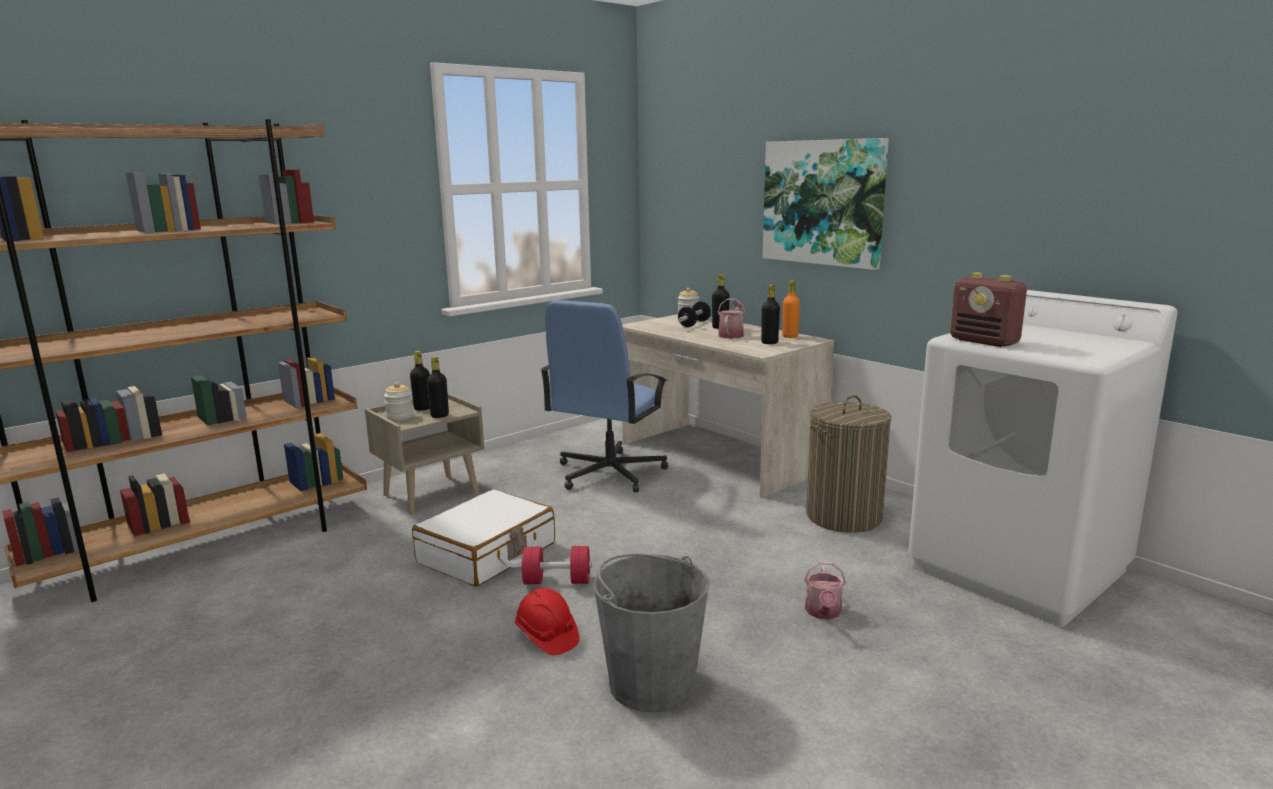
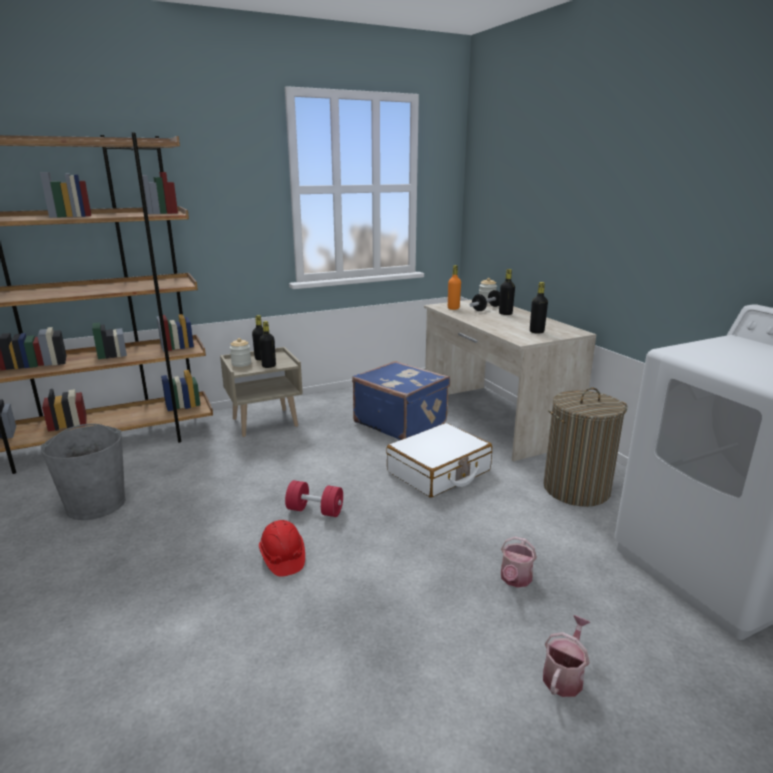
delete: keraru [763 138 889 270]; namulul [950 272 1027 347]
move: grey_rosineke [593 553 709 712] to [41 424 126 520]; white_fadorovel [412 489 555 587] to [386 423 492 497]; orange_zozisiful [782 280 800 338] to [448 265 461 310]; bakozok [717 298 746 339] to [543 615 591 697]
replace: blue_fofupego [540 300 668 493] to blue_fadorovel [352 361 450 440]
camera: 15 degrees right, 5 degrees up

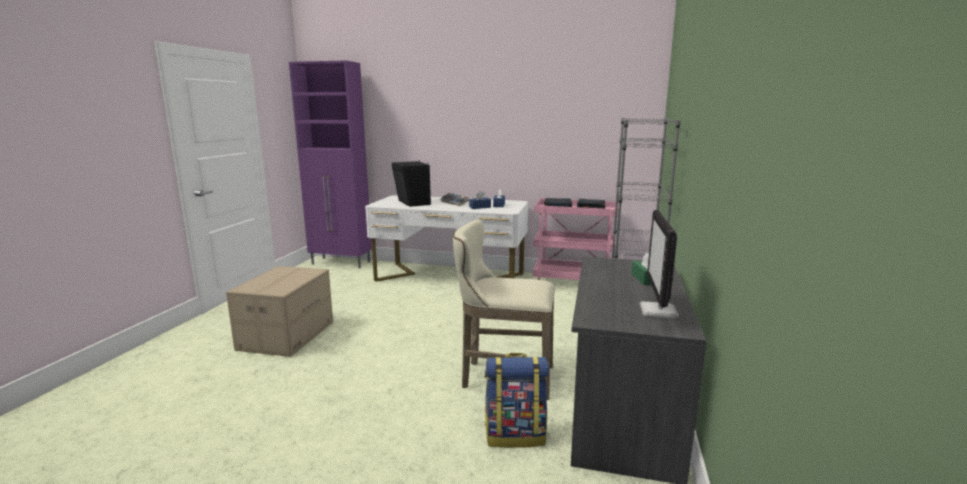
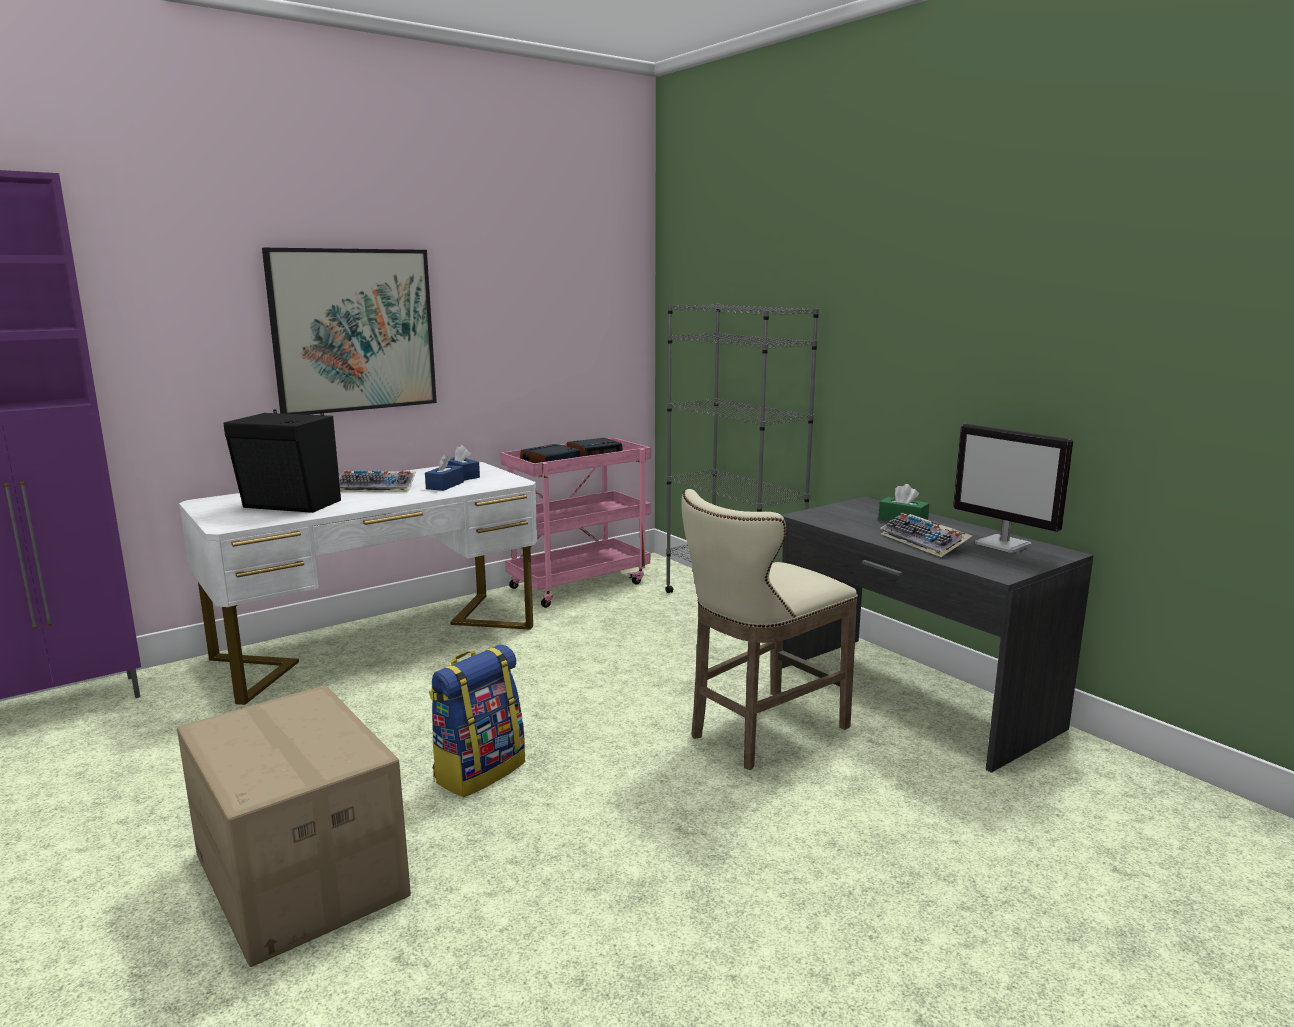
insert: keraru [262 248 437 415]; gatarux [881 513 972 557]
move: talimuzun [485 353 549 448] to [429 645 525 797]
camera: 50 degrees left, 0 degrees up

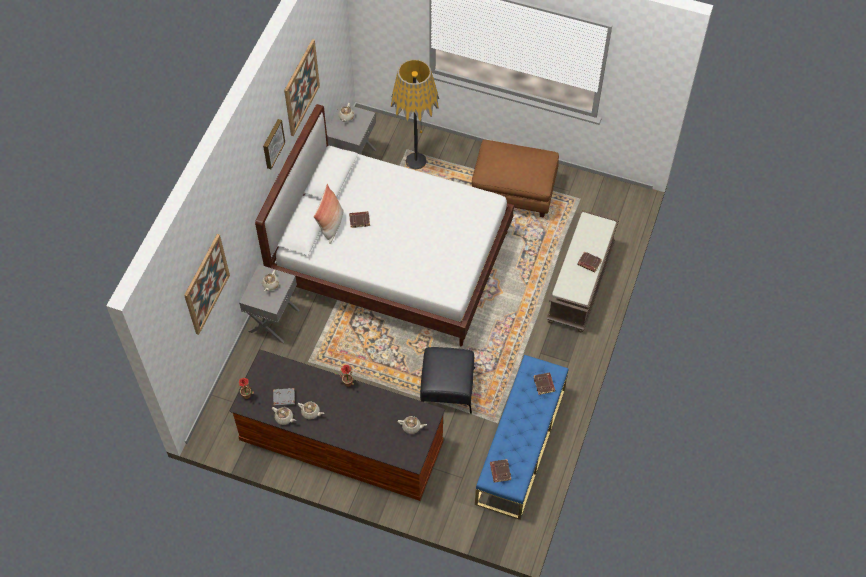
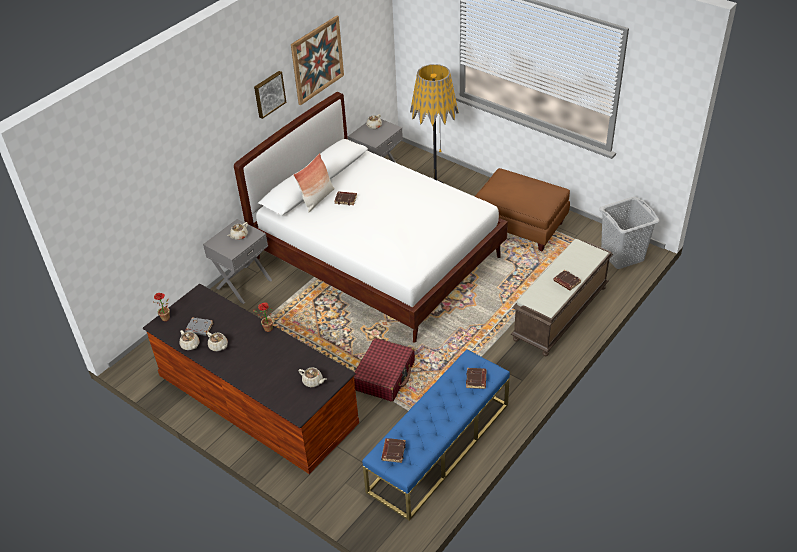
delete: keraru [184 234 230 335]
insert: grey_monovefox [599 197 660 269]
replace: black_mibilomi [420 347 475 414] to red_fadorovel [354 338 415 402]
camera: 20 degrees right, 15 degrees down

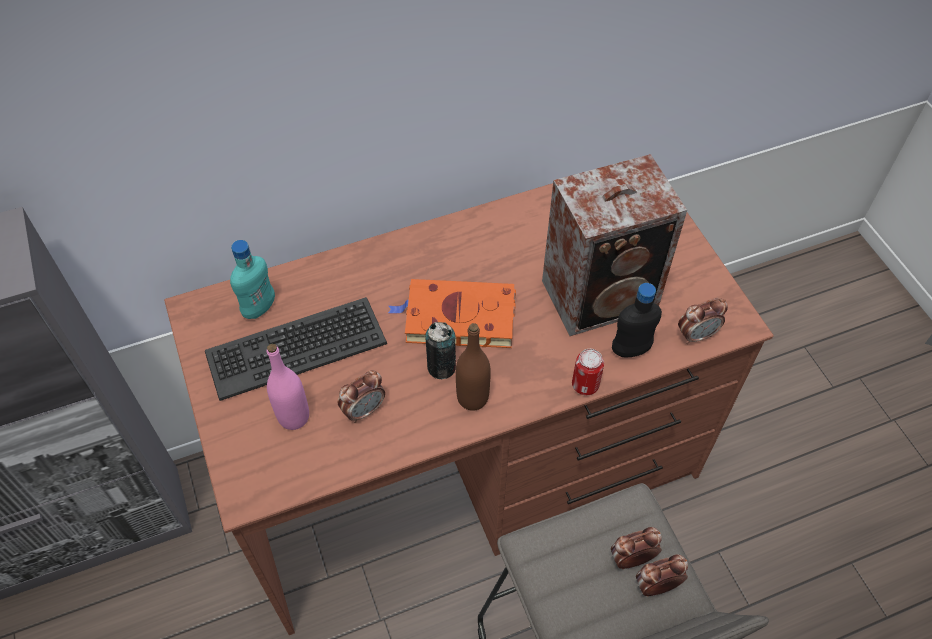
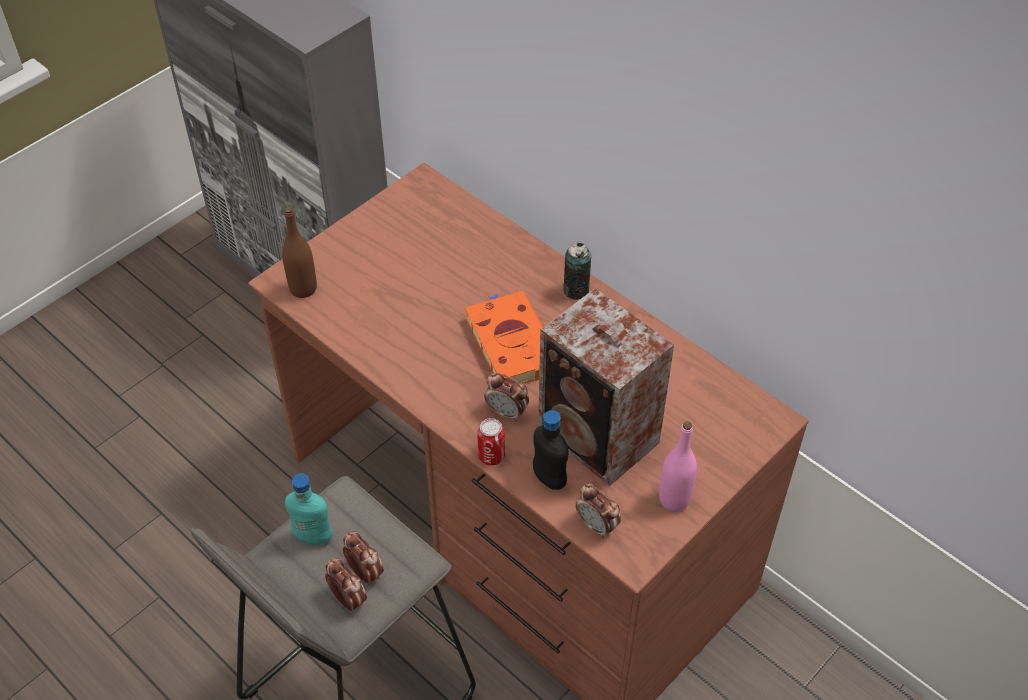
delete: gatarux [205 297 387 401]
move: brown_zozisiful [456 323 491 411] to [282 207 317 298]; turquoise_zozisiful [230 240 275 319] to [285 474 333 545]; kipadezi [338 370 385 423] to [484 373 529 422]; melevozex [425 322 456 379] to [564 243 591 300]; pink_zozisiful [267 343 309 430] to [659 421 697 511]
camera: 65 degrees right, 5 degrees down

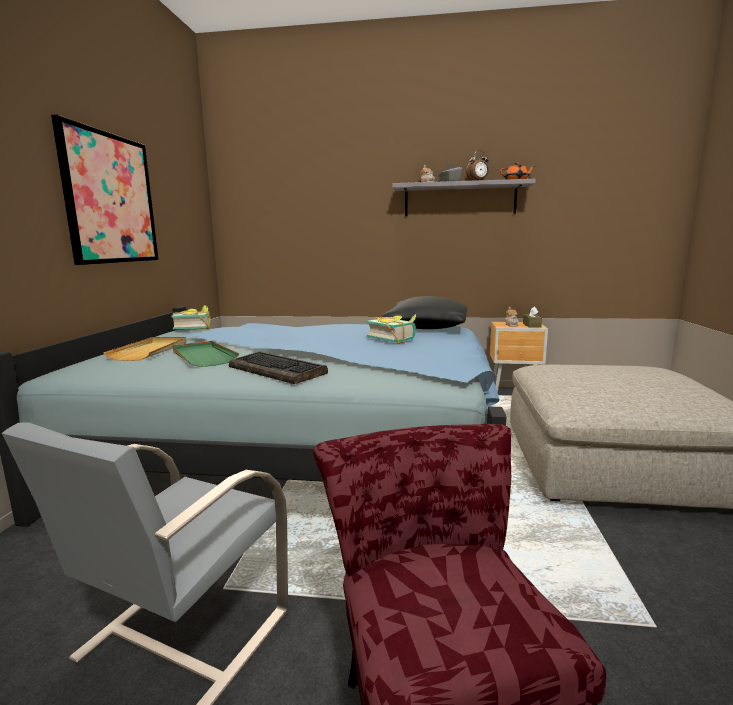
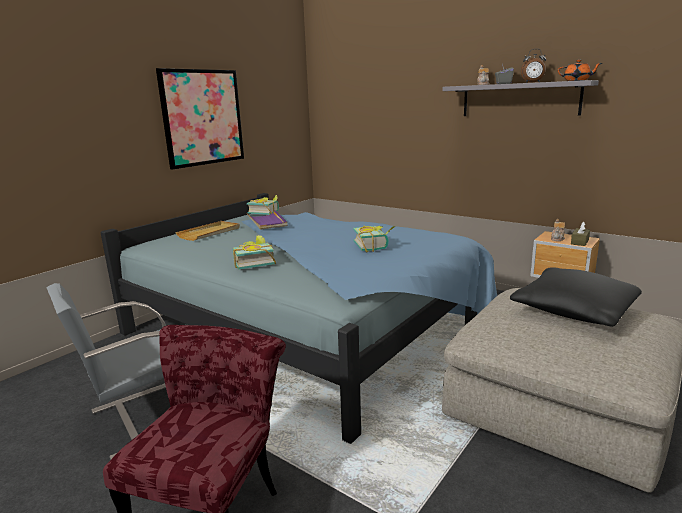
delete: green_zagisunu [172 341 239 367]
insert: purple_zagisunu [246 210 287 230]
move: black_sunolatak [381 296 468 329] to [510 267 642 327]
replace: gatarux [229 352 328 384] to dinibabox [233 235 276 269]
camera: 30 degrees right, 5 degrees up

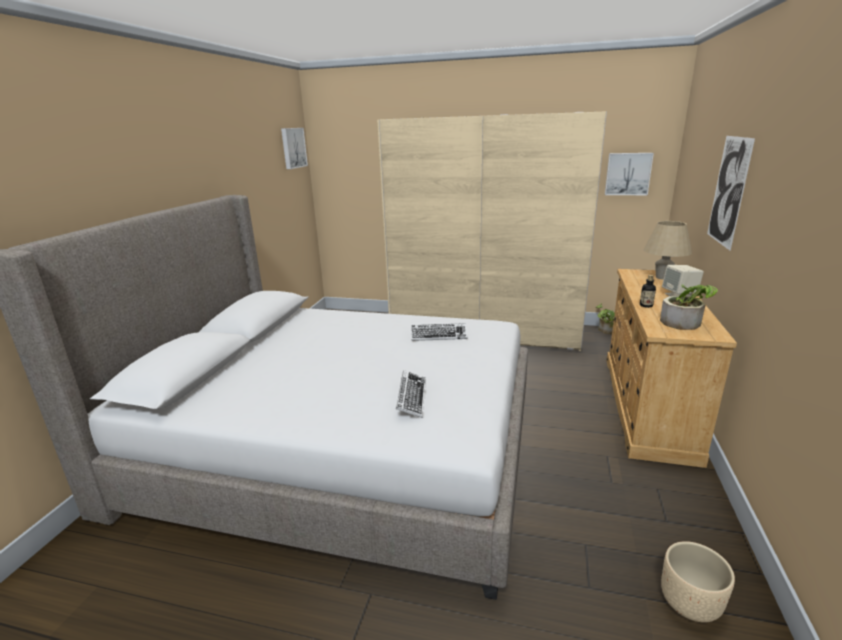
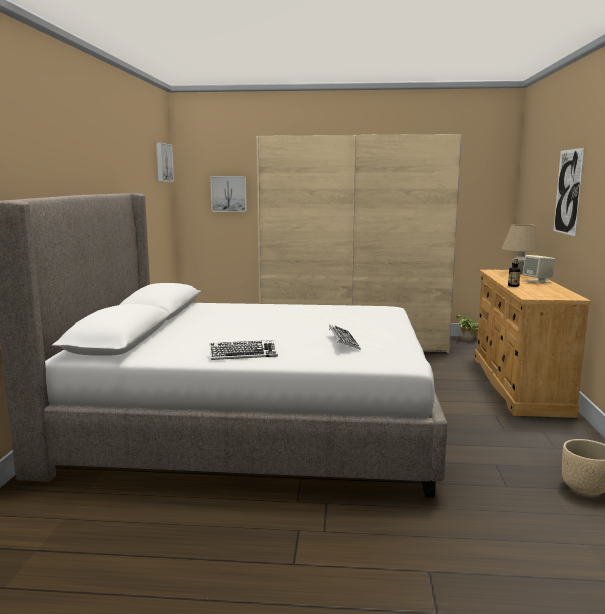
delete: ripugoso [660 284 718 330]
move: gatarux [411 323 468 341] to [210 340 278 360]; keraru [605 153 654 195] to [211 176 247 212]
camera: 10 degrees left, 10 degrees down

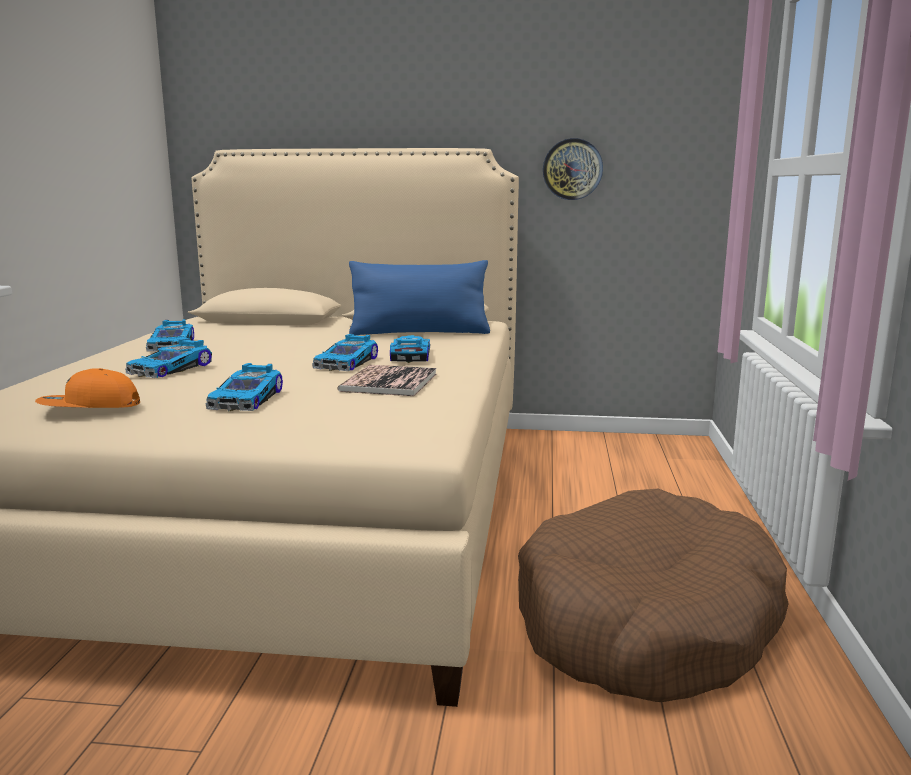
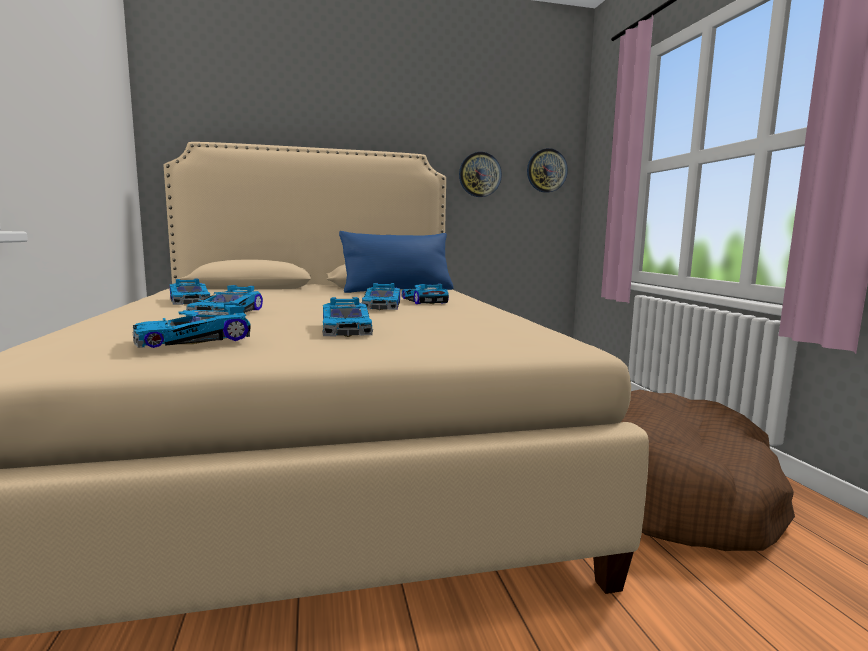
delete: dinibabox [338 365 437 396]
insert: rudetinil [527 148 568 193]
replace: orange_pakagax [35 368 140 408] to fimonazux [132 303 251 348]
camera: 20 degrees left, 5 degrees down

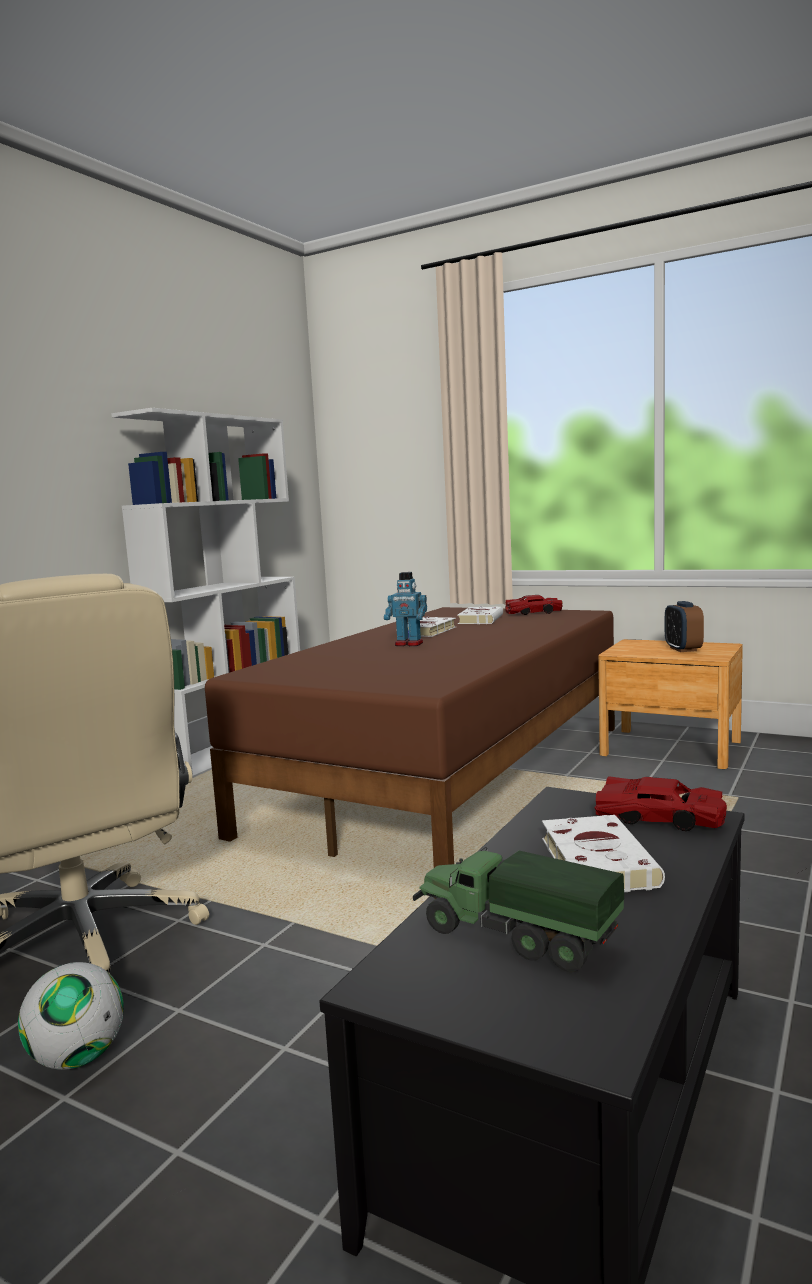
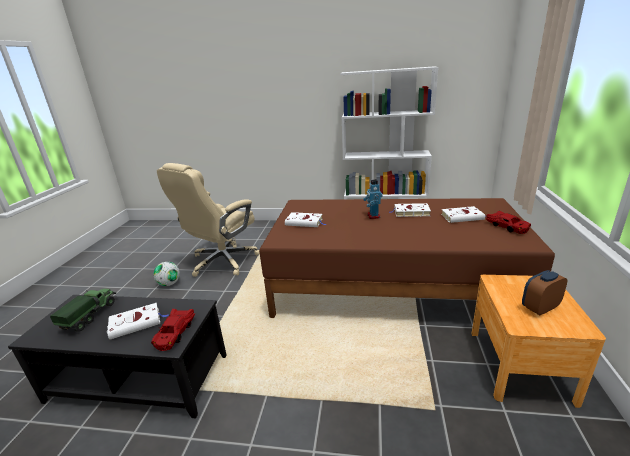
insert: white_dinibabox [285 212 326 227]
camera: 70 degrees right, 15 degrees up

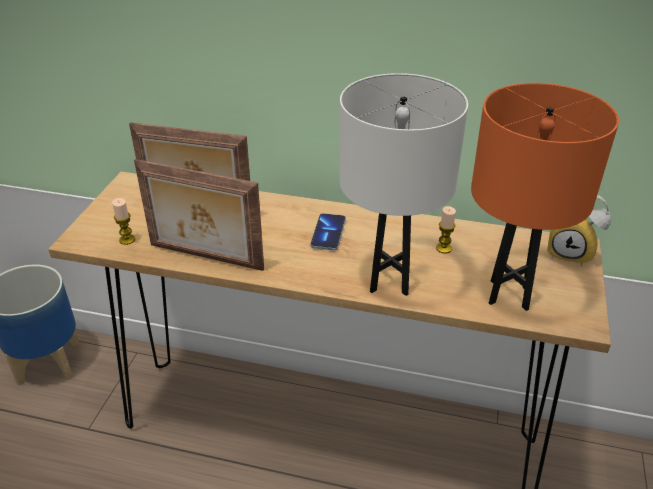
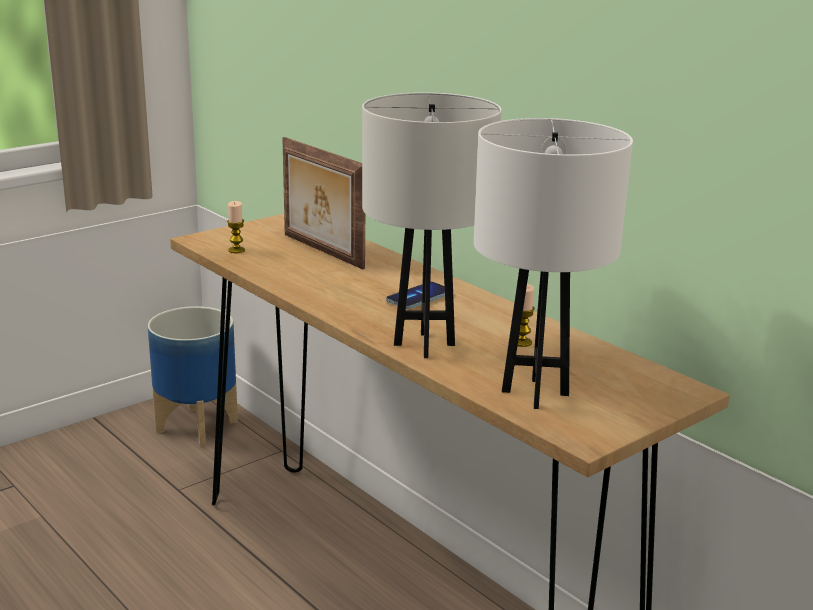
delete: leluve [134 159 264 271]; kipadezi [547 195 611 266]
recolor: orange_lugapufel [471 83 619 311] to white_lugapufel [474 118 633 409]
camera: 35 degrees right, 15 degrees down

